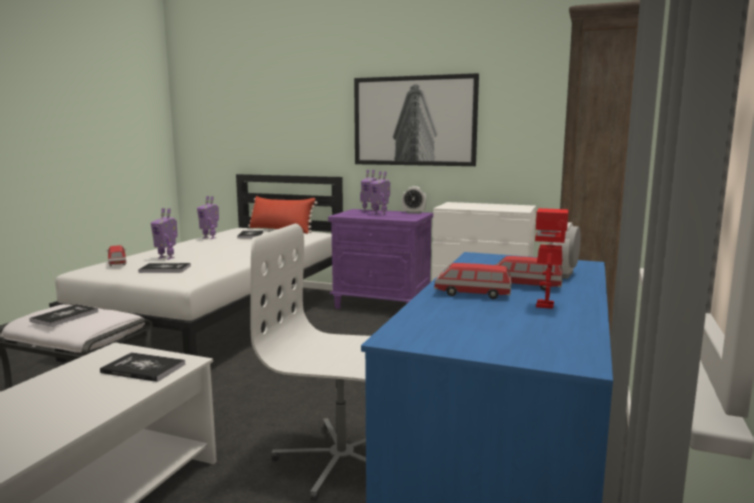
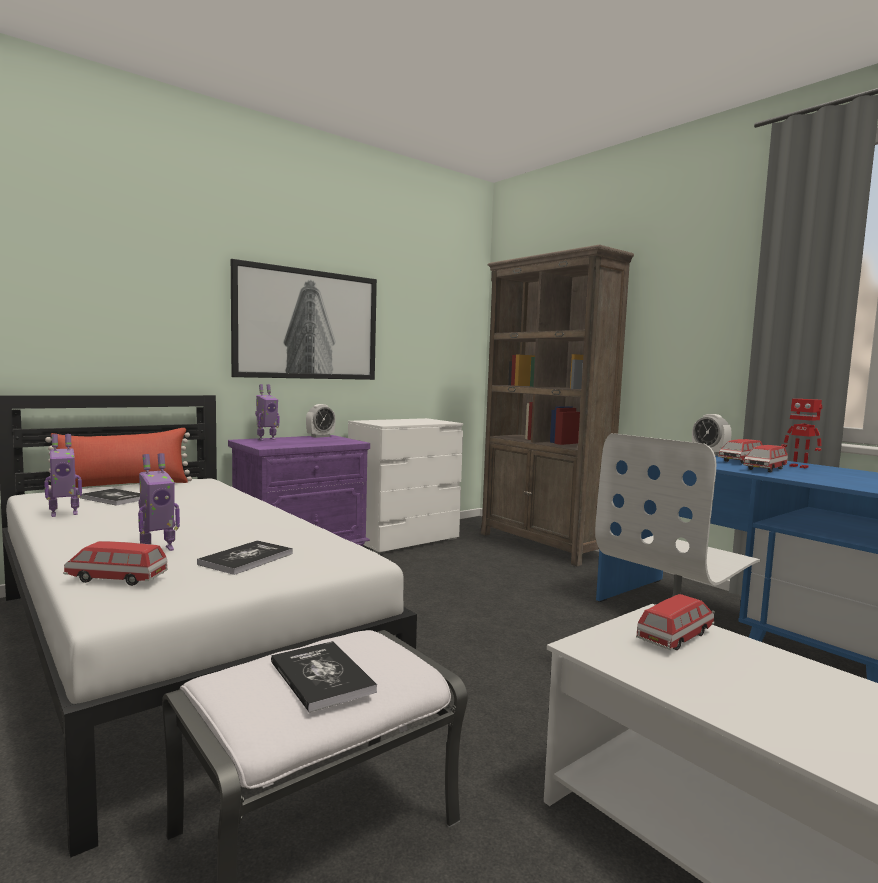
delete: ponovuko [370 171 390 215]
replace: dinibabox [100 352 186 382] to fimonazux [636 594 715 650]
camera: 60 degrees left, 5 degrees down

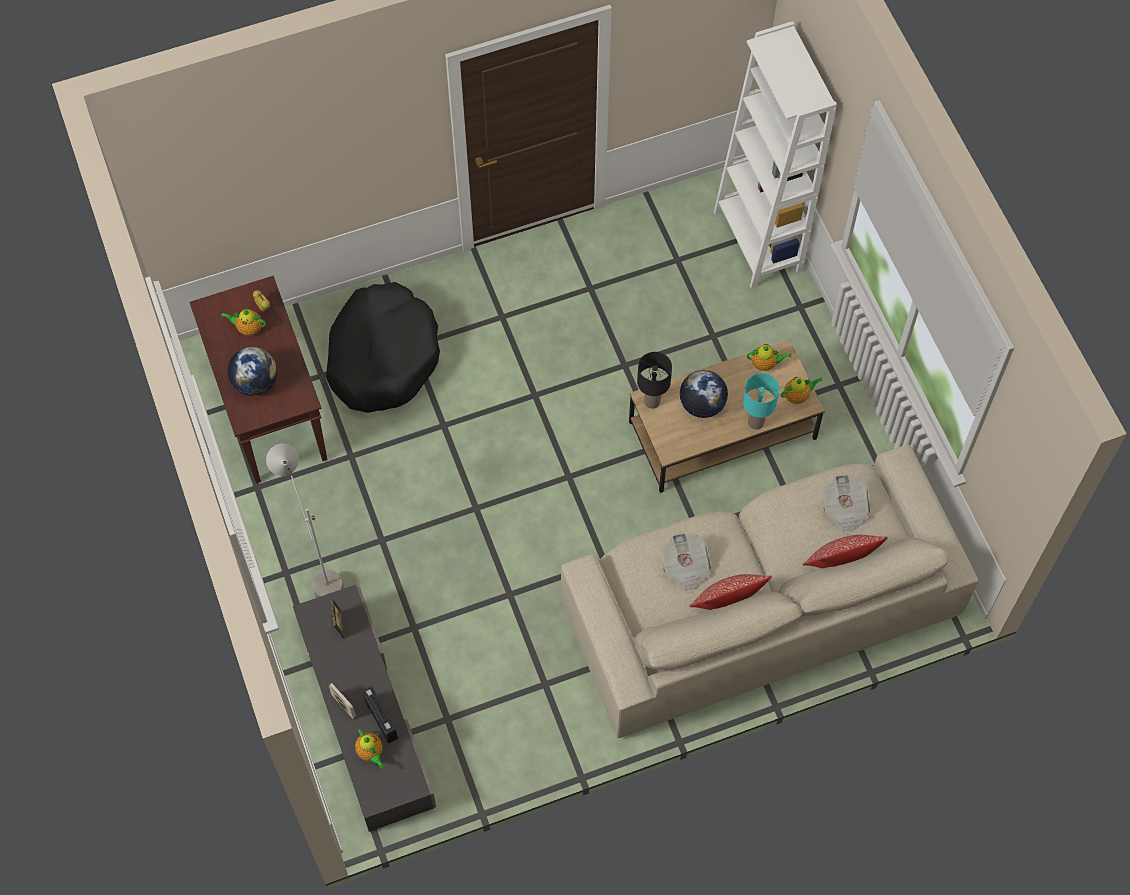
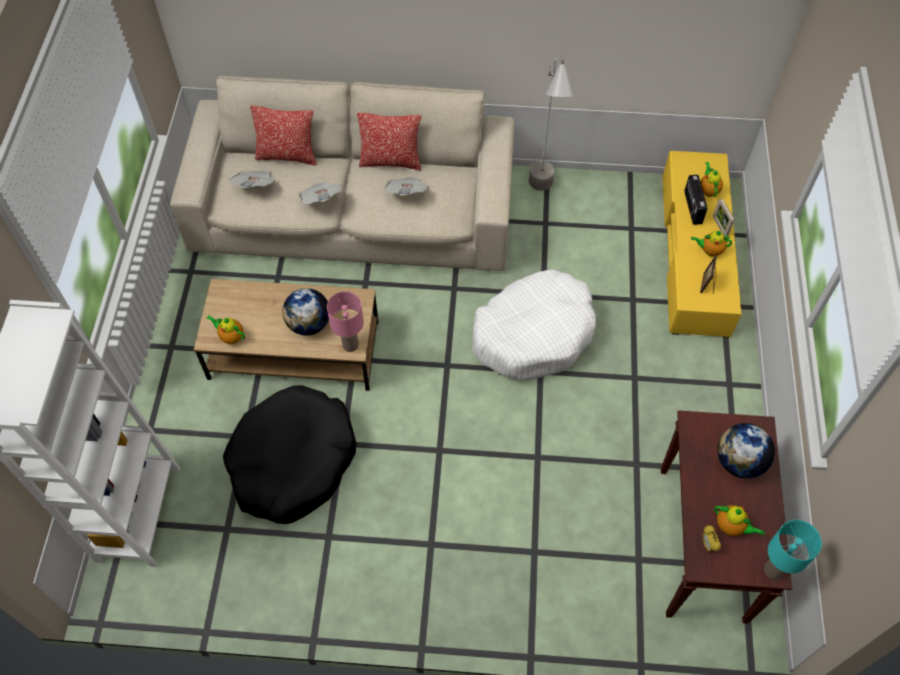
insert: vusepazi [299 181 341 204]; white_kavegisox [472 269 596 380]
move: black_kavegisox [326 282 440 413] to [223 385 356 524]; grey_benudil [266 444 344 598] to [529 58 575 191]; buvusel [781 377 823 404] to [691 230 732 256]; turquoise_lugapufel [743 373 780 430] to [764 520 822 580]
recolor: black_lugapufel [637 352 672 409] to pink_lugapufel [327 291 364 352]; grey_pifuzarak [293 584 436 832] to yellow_pifuzarak [663 151 741 338]
camera: 155 degrees left, 5 degrees down

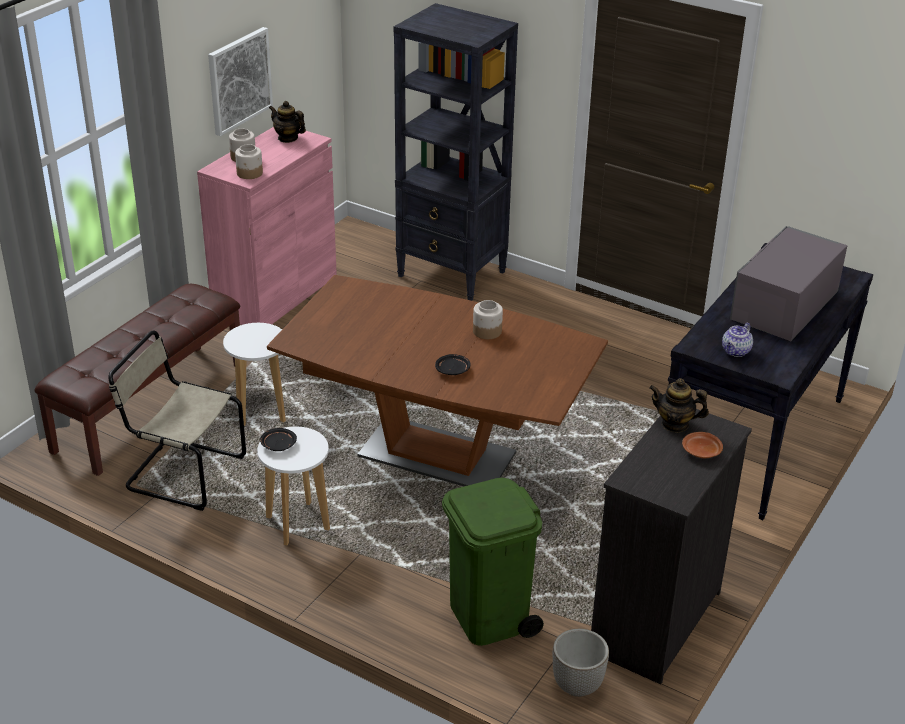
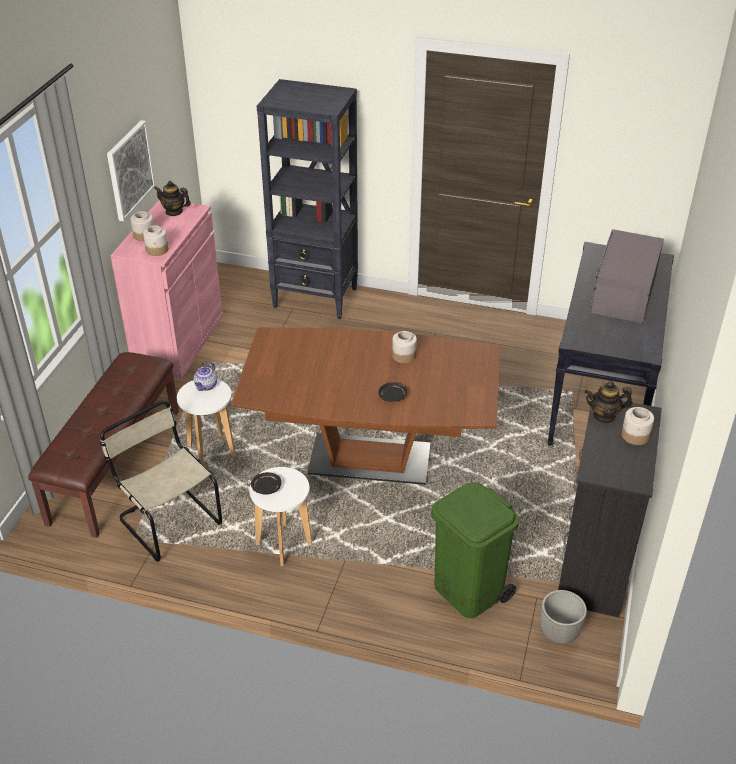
move: buvusel [722 323 753 357] to [194 363 217 391]
replace: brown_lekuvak [682 432 723 458] to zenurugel [621 407 654 445]
rotate: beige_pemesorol [108 330 246 511] = [100 400 222 562] 45 degrees clockwise
camera: 15 degrees left, 5 degrees up

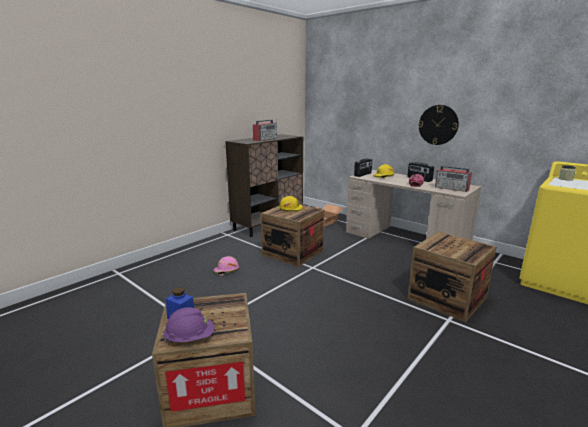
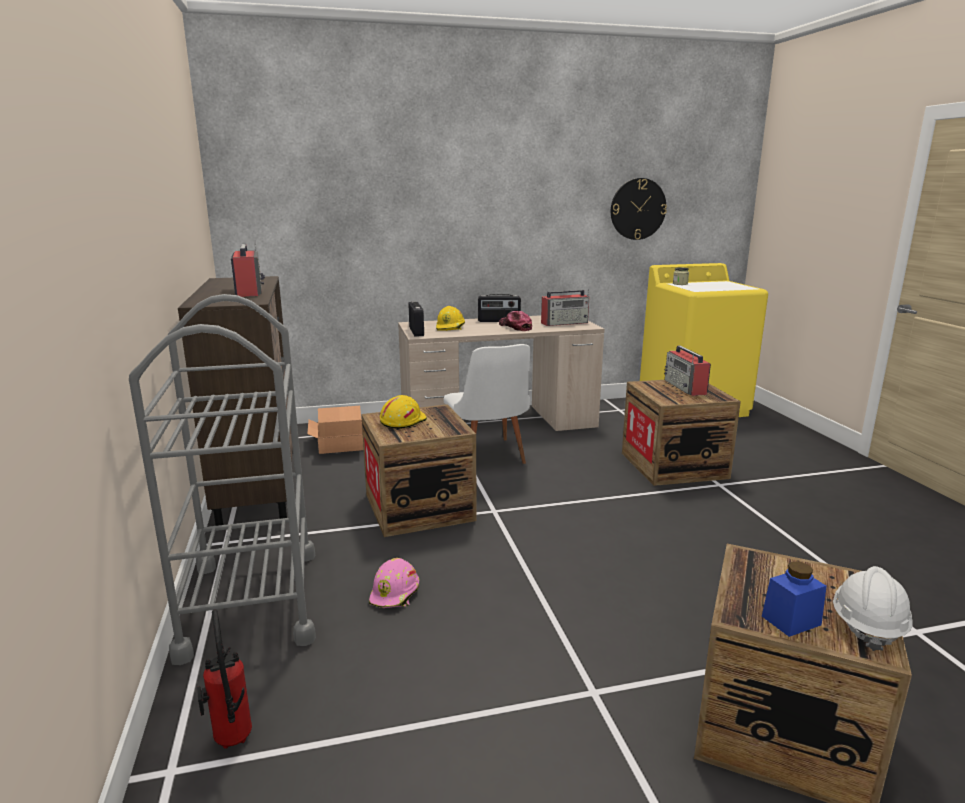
insert: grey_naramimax [129 294 316 665]; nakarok [197 609 252 749]; white_pemesorol [443 344 530 464]; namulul [664 346 711 396]
move: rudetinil [419 105 459 145] to [611 178 667 240]
recolor: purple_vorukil [163 307 214 342] to white_vorukil [833 566 913 651]
camera: 55 degrees left, 0 degrees up

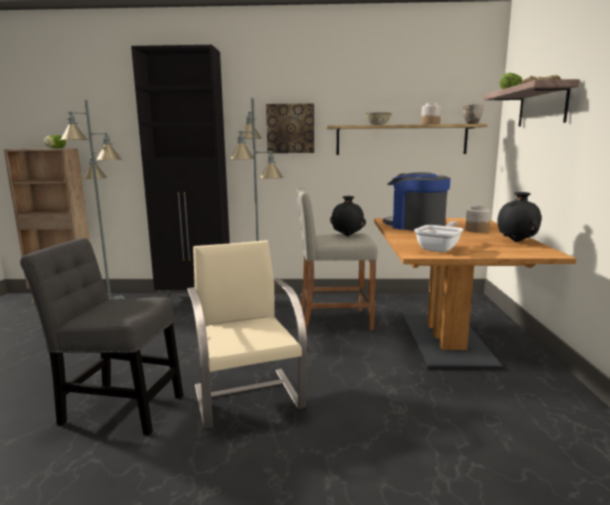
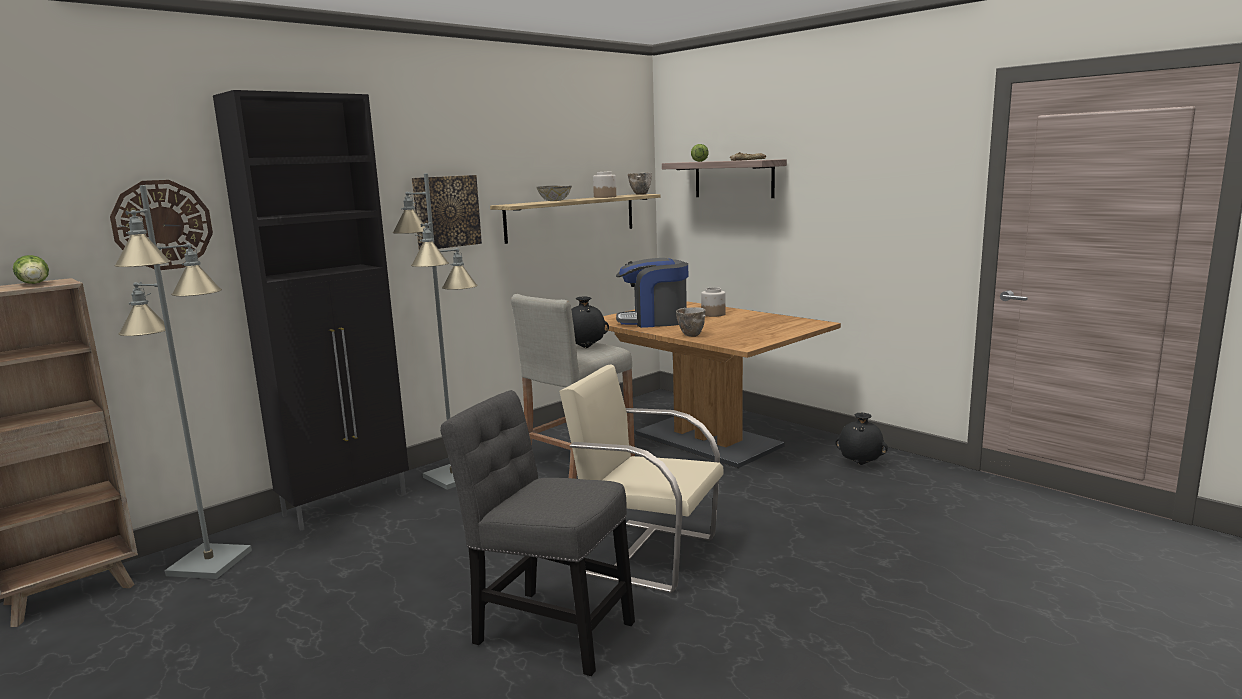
delete: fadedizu [414 221 464 252]
insert: rudetinil [110 180 213 270]; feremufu [676 307 706 337]
move: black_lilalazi [498 192 541 242] to [835 412 888 465]
rotate: grey_pemesorol [20 238 183 435] = [440 390 635 676] 60 degrees clockwise
camera: 45 degrees left, 0 degrees up

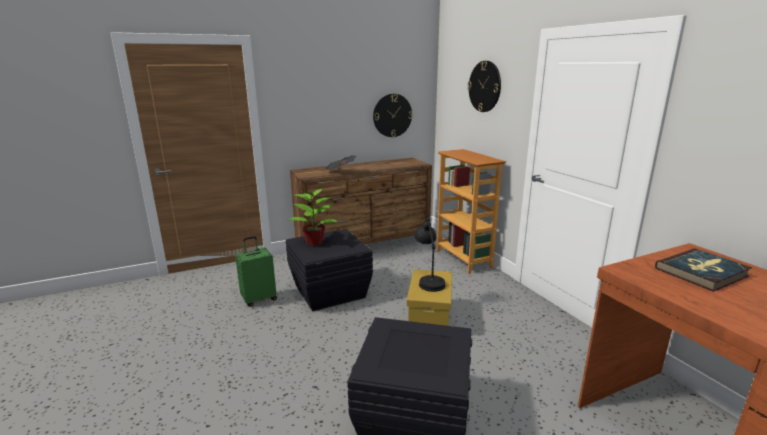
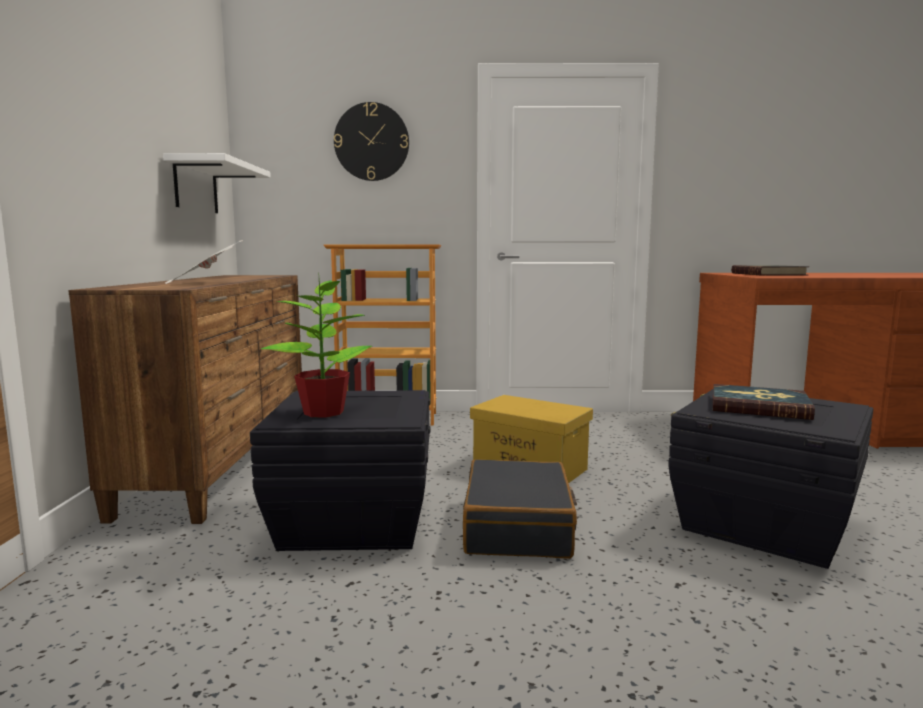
delete: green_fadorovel [235 236 277 307]; black_lugapufel [414 216 445 292]
insert: black_fadorovel [463 459 577 559]; dinibabox [713 384 815 420]
replace: rudetinil [373 94 412 137] to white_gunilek [163 153 271 213]
camera: 65 degrees left, 10 degrees down

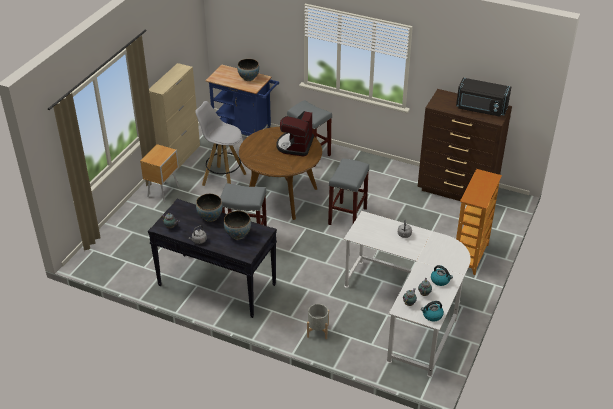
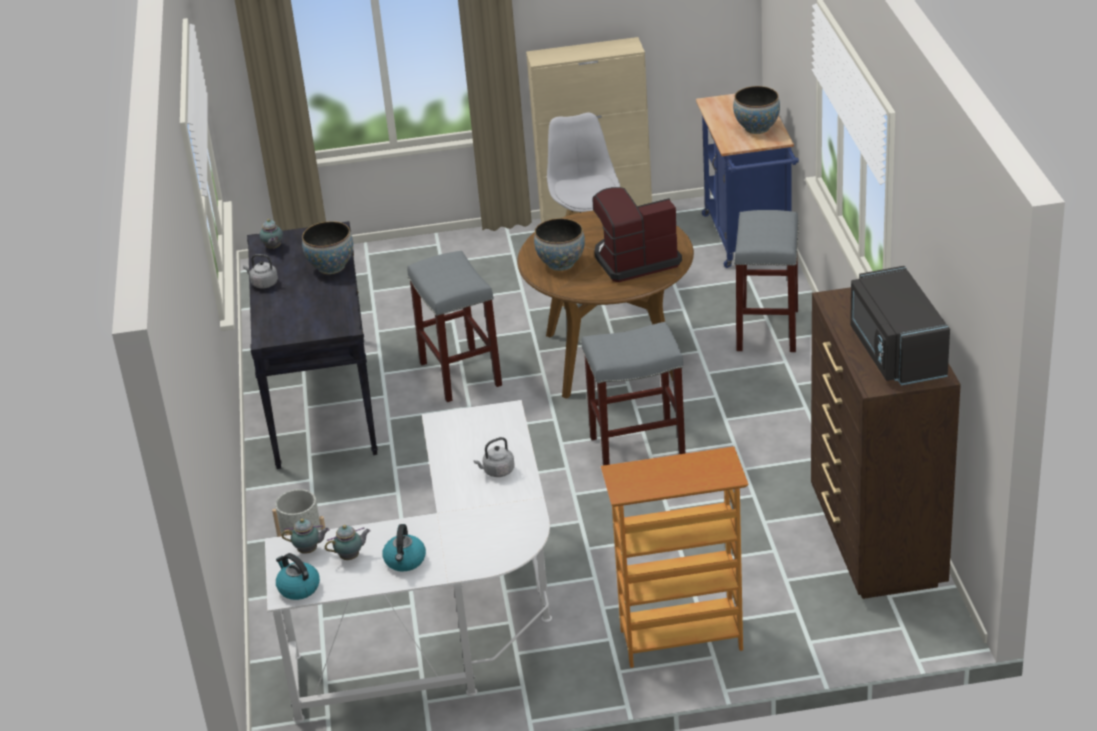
delete: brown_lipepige [140 144 179 202]
move: feremufu [224 211 251 240] to [534 218 585 271]
camera: 60 degrees right, 5 degrees down

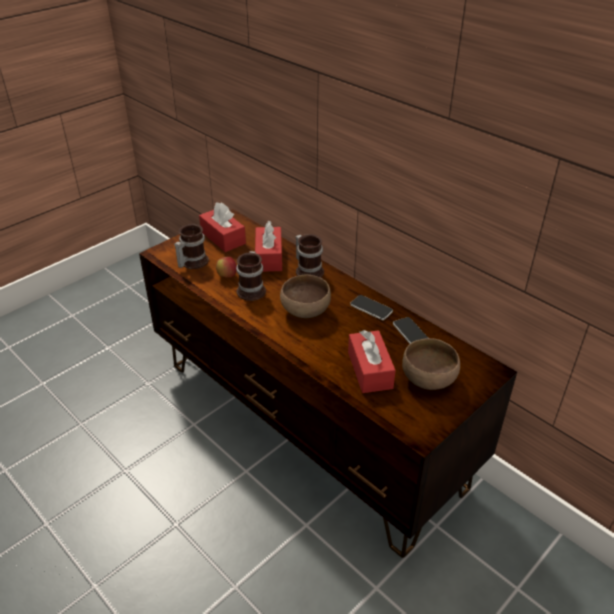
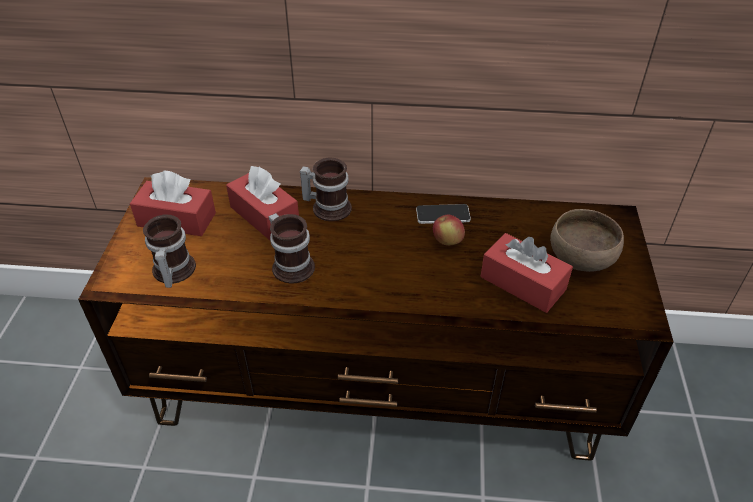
delete: brown_feremufu [280 275 331 318]; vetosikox [393 317 428 344]
move: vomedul [216 257 236 278] to [433 215 465 246]
camera: 40 degrees left, 5 degrees up

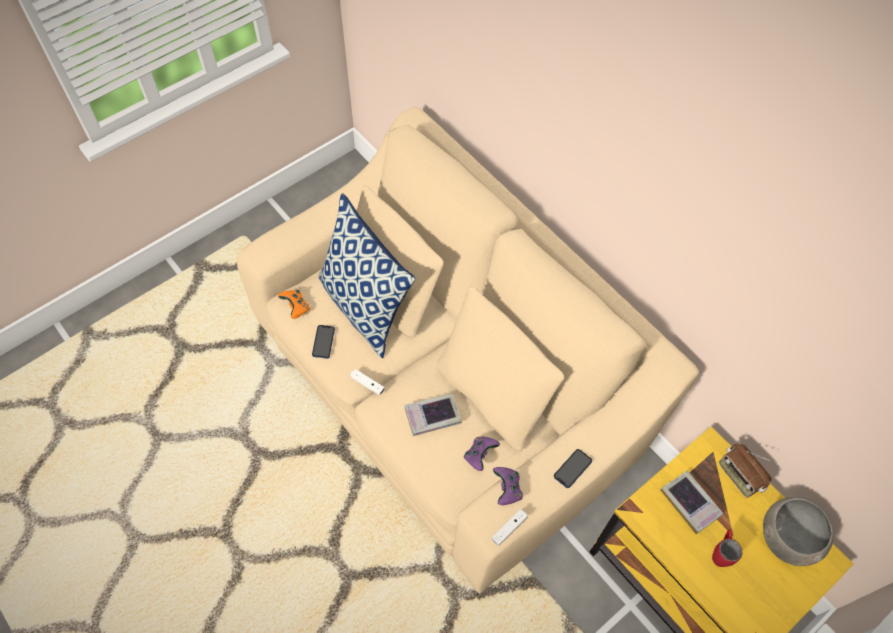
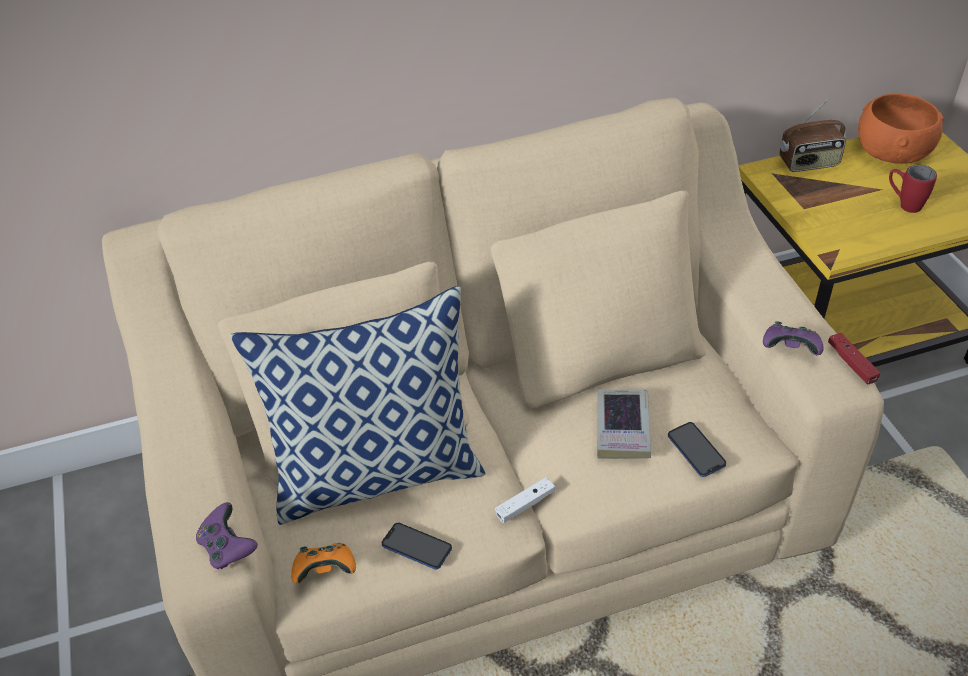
delete: dinibabox [660 471 724 534]
move: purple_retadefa [464 437 500 471] to [196 502 258 569]; vetosikox [554 449 592 488] to [668 422 726 477]
recolor: white_retadefa [492 509 528 546] to red_retadefa [828 333 880 384]; grey_feremufu [763 497 834 566] to orange_feremufu [858 94 944 164]
camera: 65 degrees left, 15 degrees down

